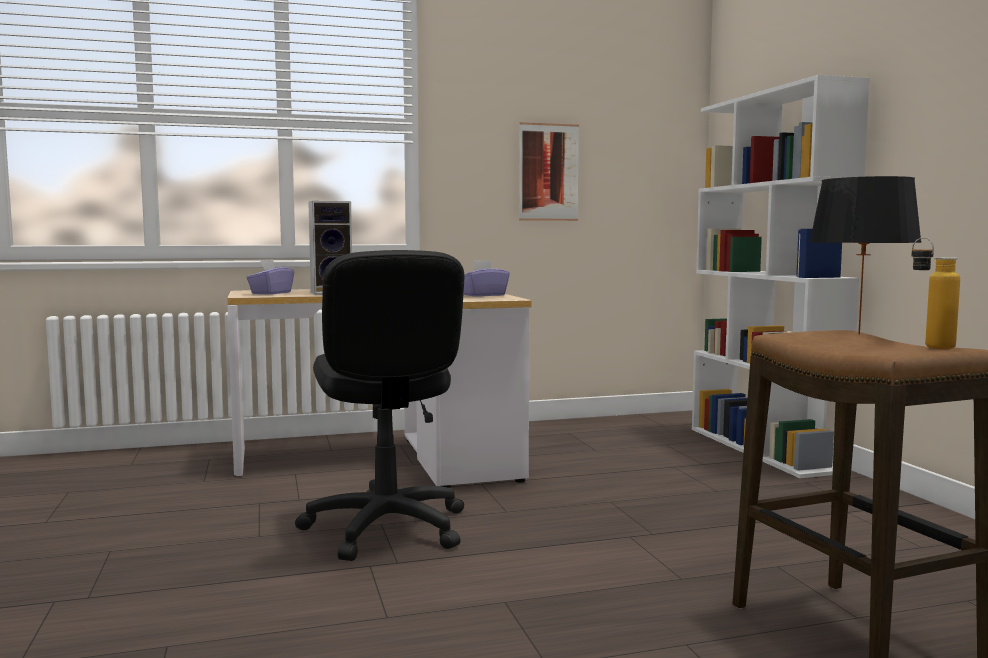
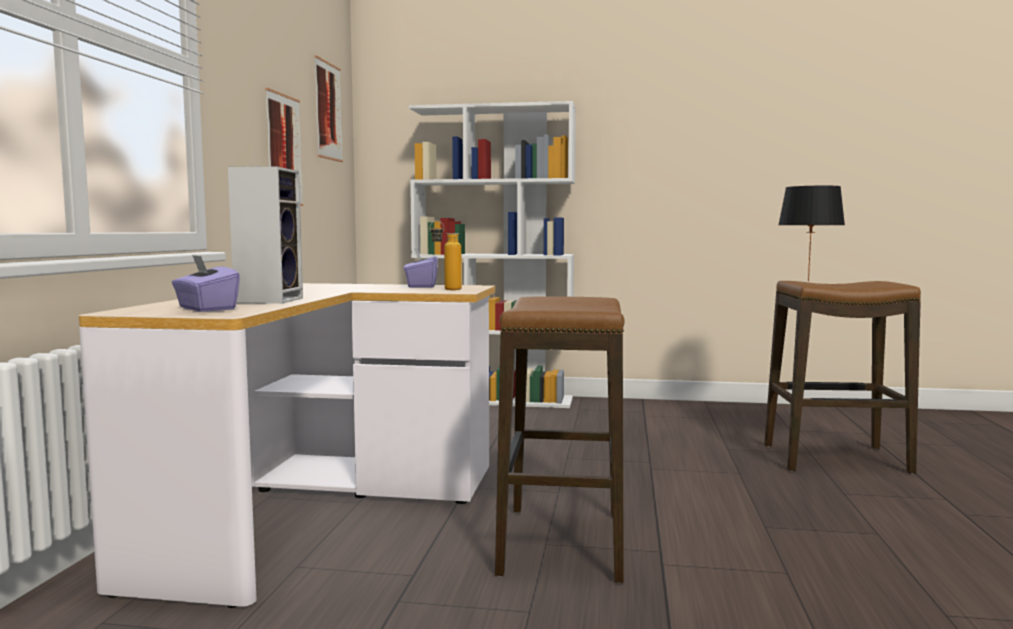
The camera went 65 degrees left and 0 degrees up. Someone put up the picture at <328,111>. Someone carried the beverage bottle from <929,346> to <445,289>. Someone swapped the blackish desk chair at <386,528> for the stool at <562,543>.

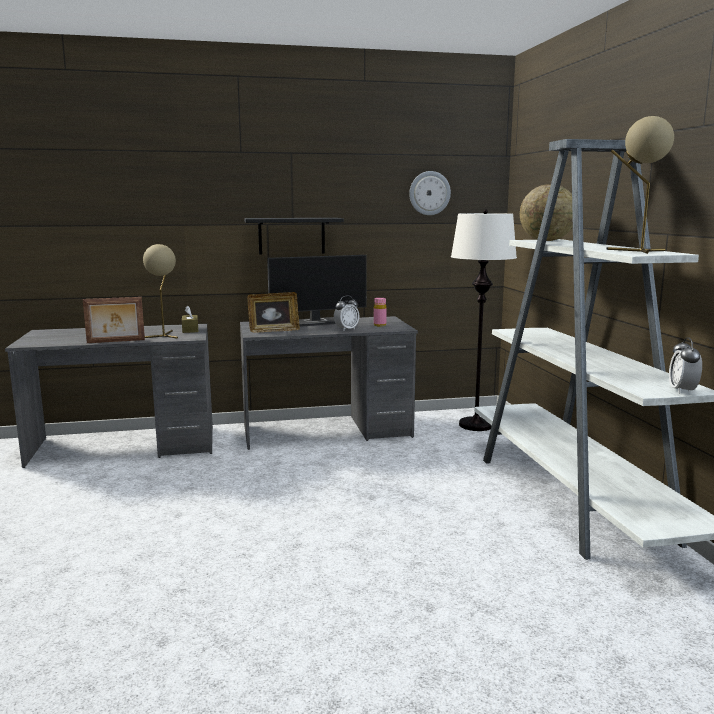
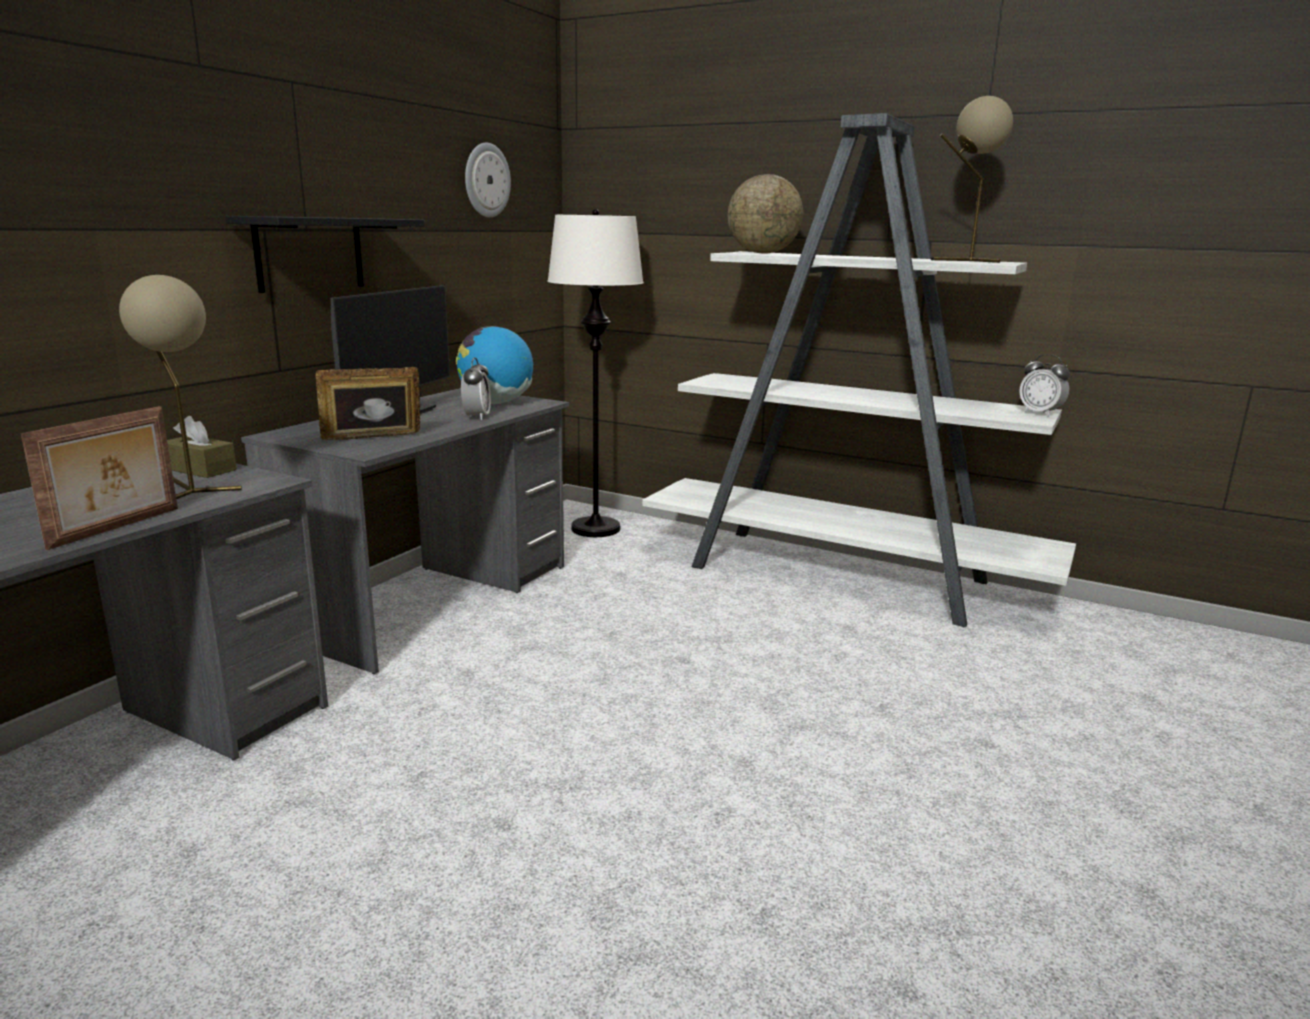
The camera went 50 degrees left and 5 degrees up. Someone swapped the pink beverage bottle at <380,325> for the globe at <496,403>. Someone rotated the picture frame at <274,330> by 135 degrees counterclockwise.

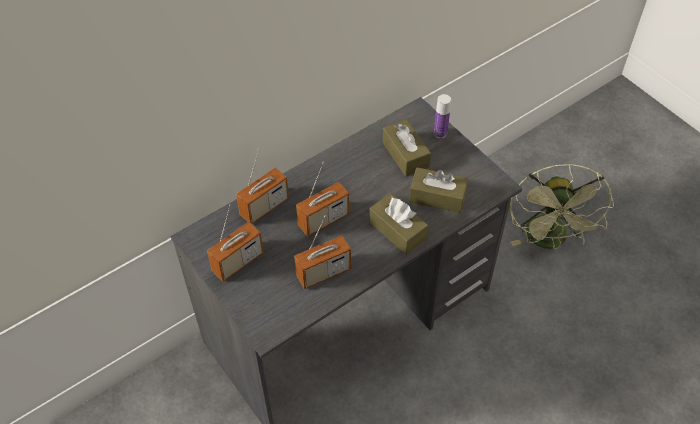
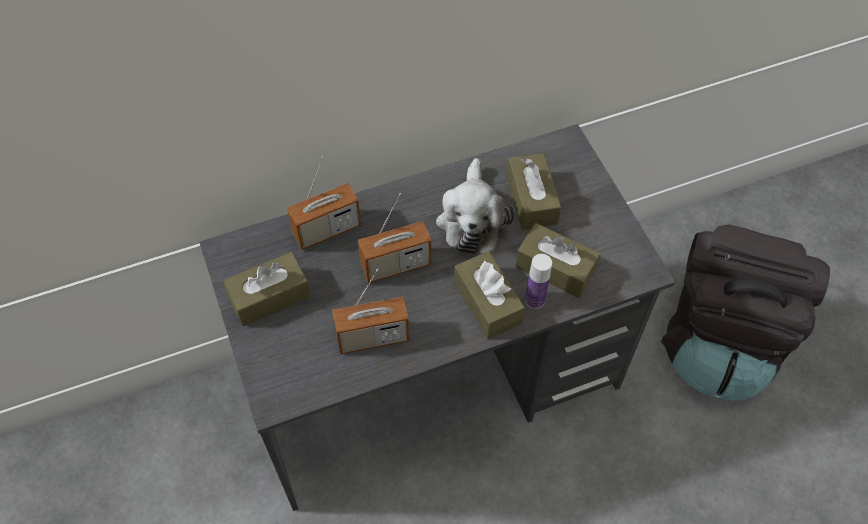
The camera went 15 degrees right and 5 degrees up. Someone put down the cuddly toy at <472,219>. Someone carried the beverage bottle from <440,133> to <534,300>. Someone swapped the radio at <238,262> for the brownish tissue box at <270,296>. Someone swapped the green-coloured cooling fan at <549,241> for the blackish rucksack at <719,342>.

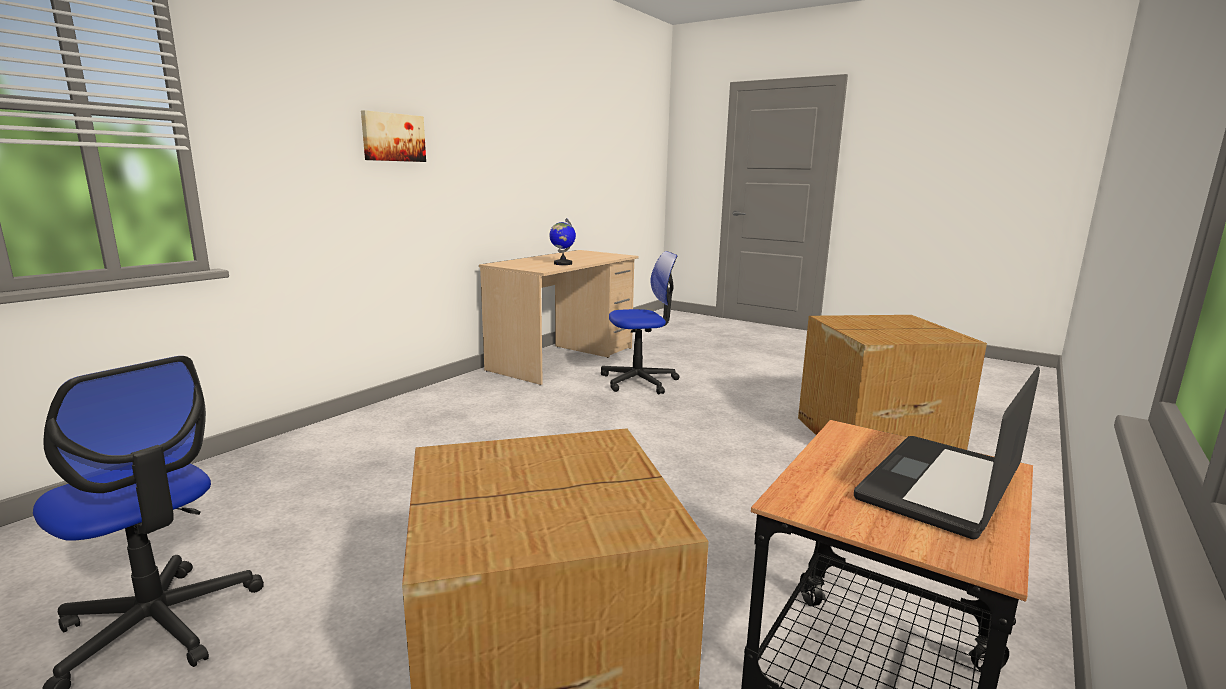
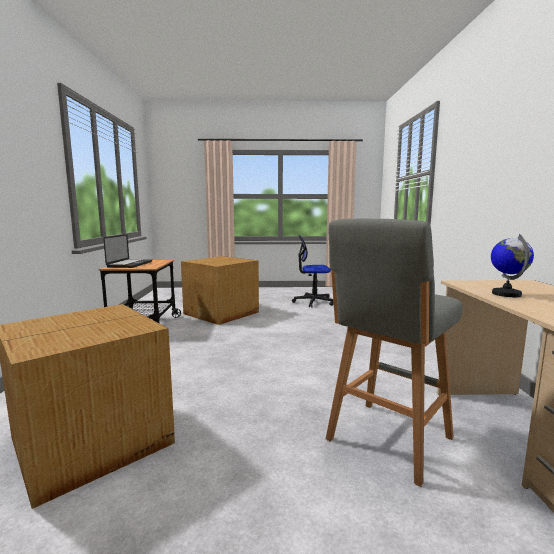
The camera went 145 degrees right and 5 degrees down. Someone took away the picture at <393,137>. Someone swapped the desk chair at <639,381> for the gray stool at <387,440>.

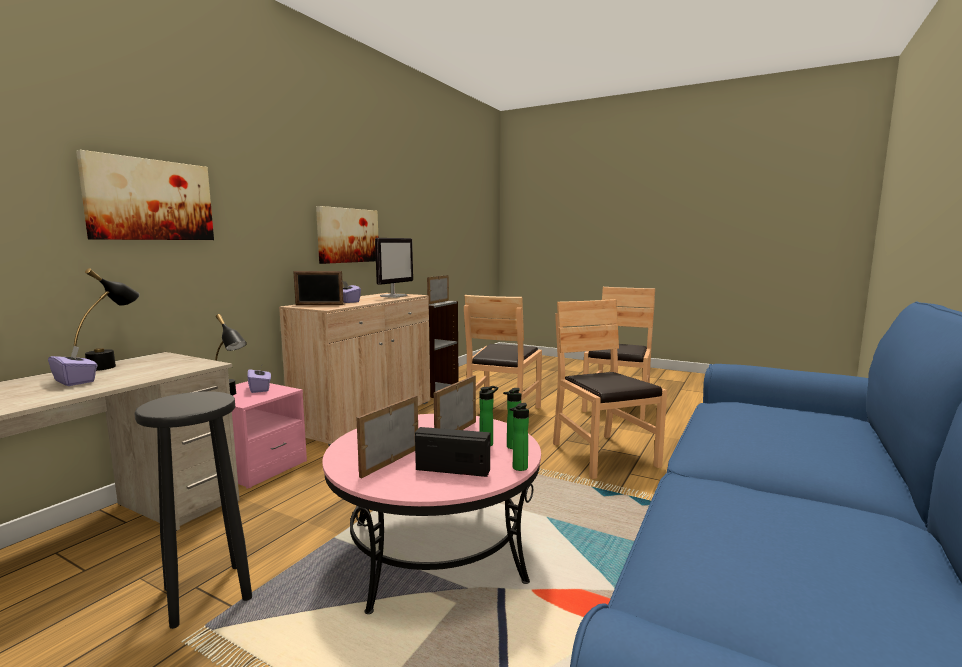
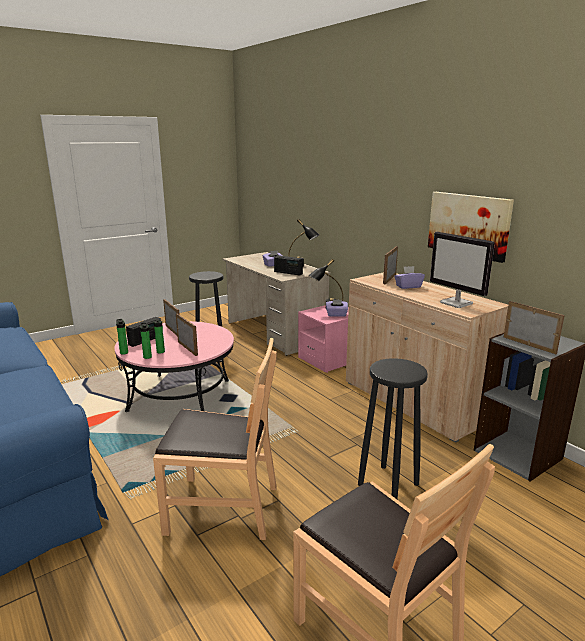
The camera went 115 degrees right and 10 degrees up. Someone took away the picture at <150,200>. Someone put down the radio at <288,273>. Someone swapped the brownish chair at <502,414> for the blackish stool at <389,484>.

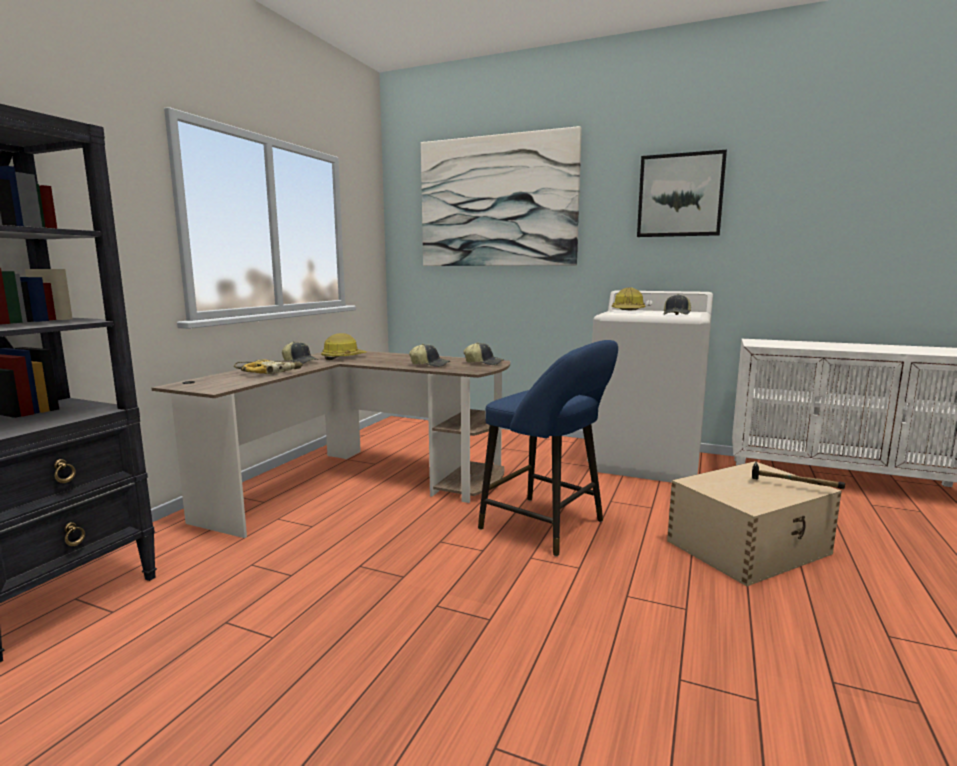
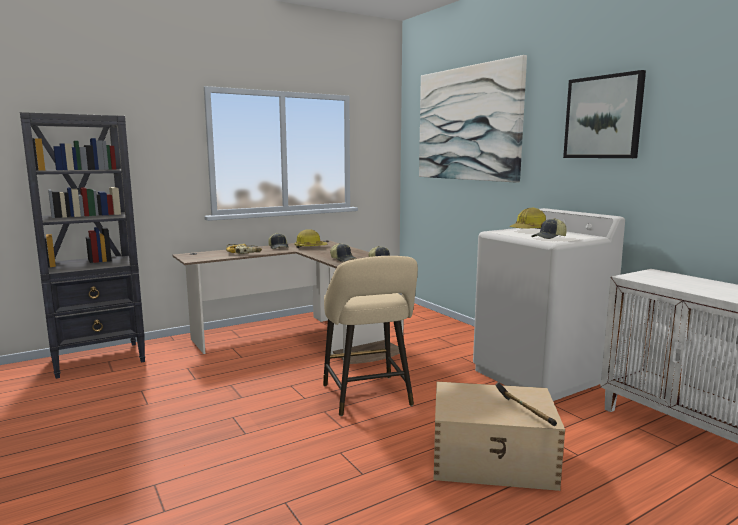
The camera went 35 degrees right and 0 degrees up. Someone repainted the bluish stool at <547,527>, which became the beige stool at <368,398>.

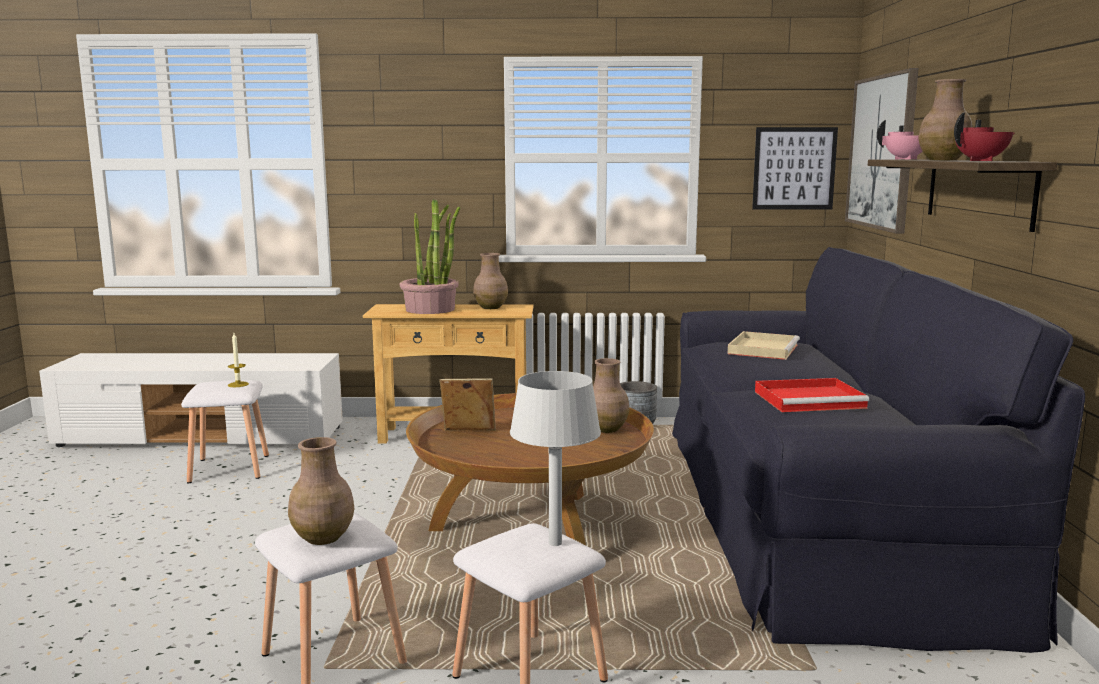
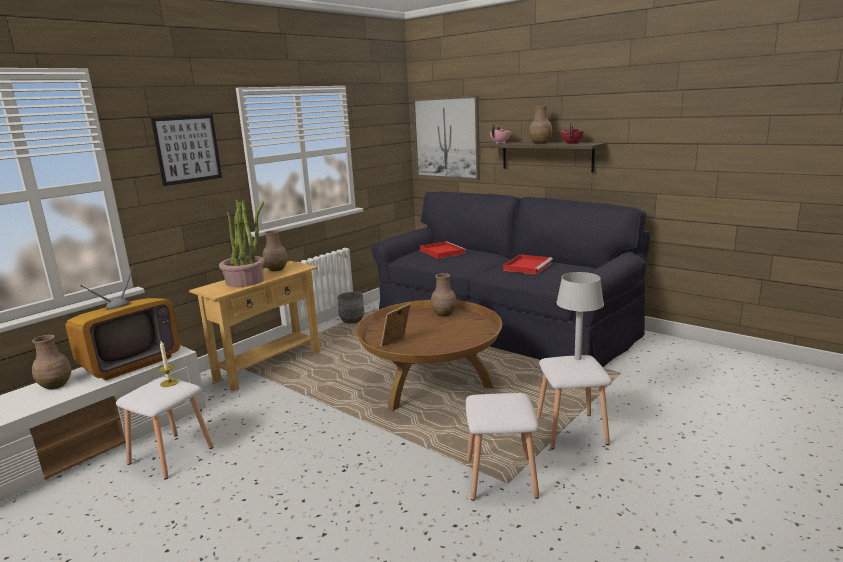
The camera went 50 degrees left and 5 degrees up. Someone put down the TV set at <130,362>. Someone carried the brownish decorative vase from <323,538> to <56,385>. Someone carried the picture from <794,168> to <187,149>. Someone repainted the beige tray at <763,349>, which became the red-coloured tray at <441,252>.

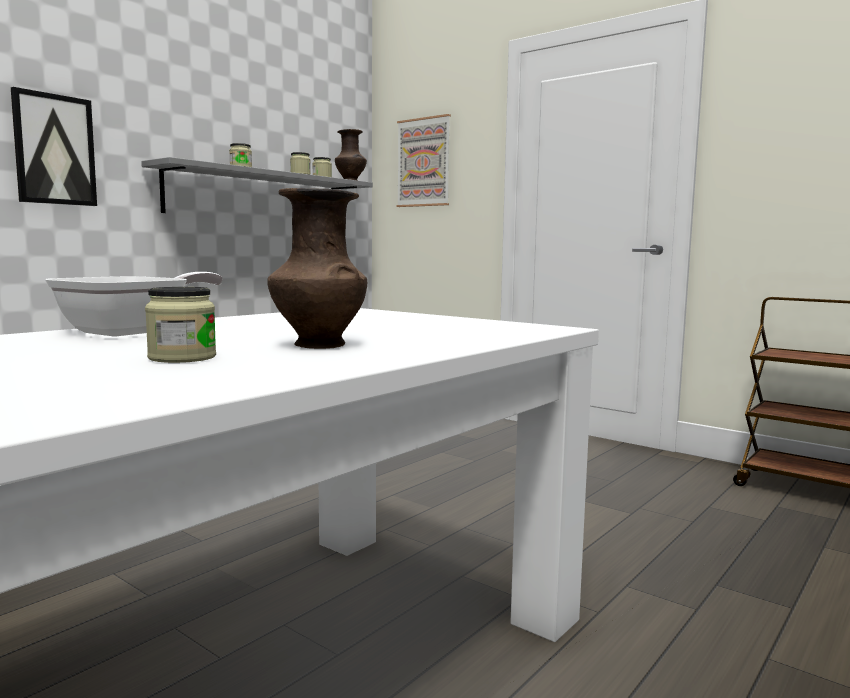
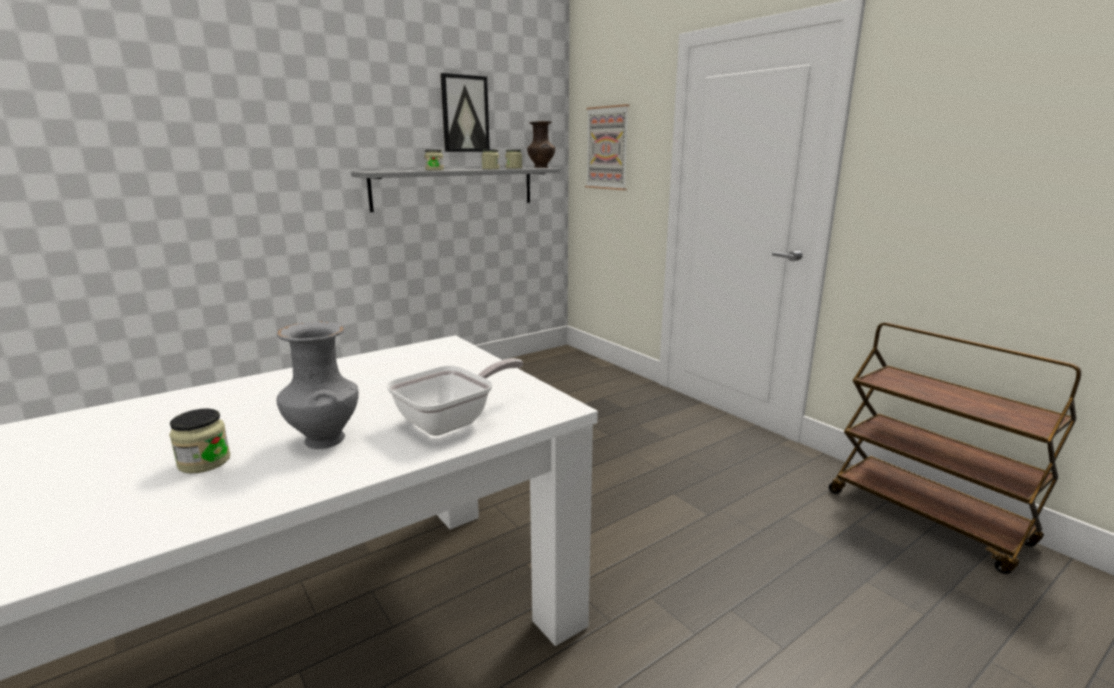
The camera went 15 degrees right and 10 degrees up. Someone carried the picture from <54,150> to <465,114>. Someone carried the frying pan from <134,331> to <452,421>. Someone repainted the brownish decorative vase at <317,345>, which became the gray decorative vase at <324,439>.

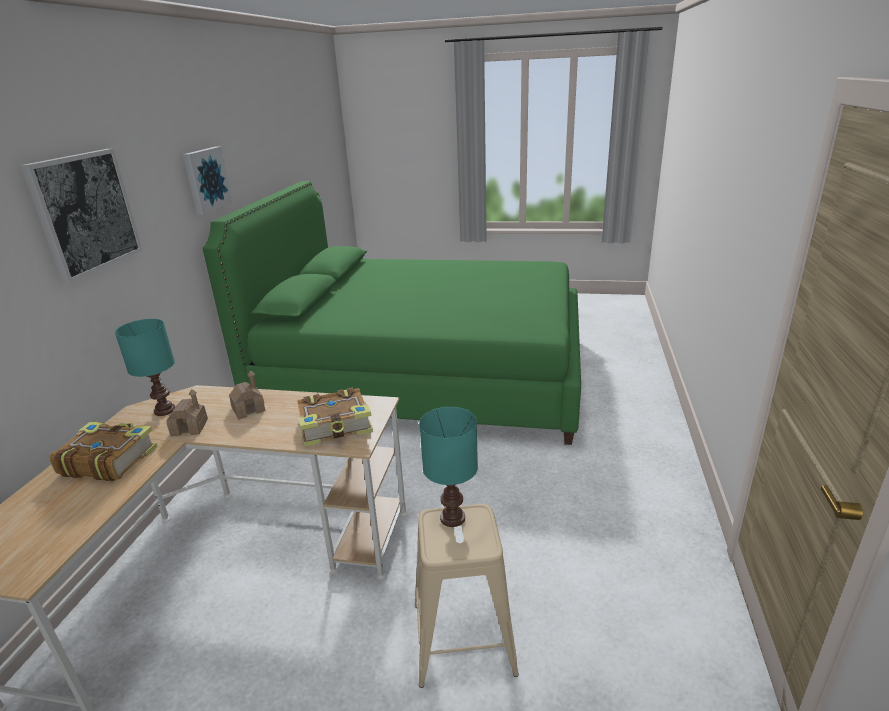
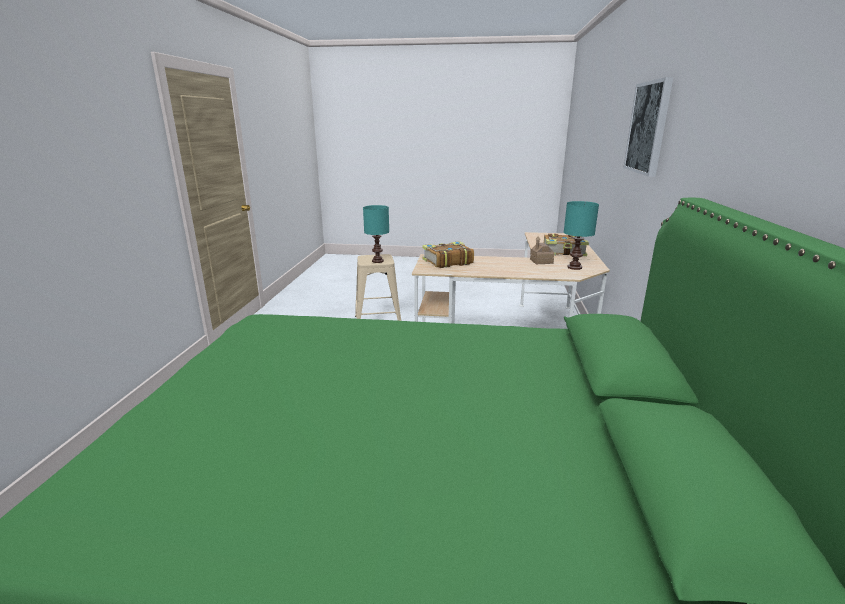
The camera went 175 degrees right and 5 degrees down. Someone took away the picture at <206,179>. Someone took away the model house at <248,409>.

